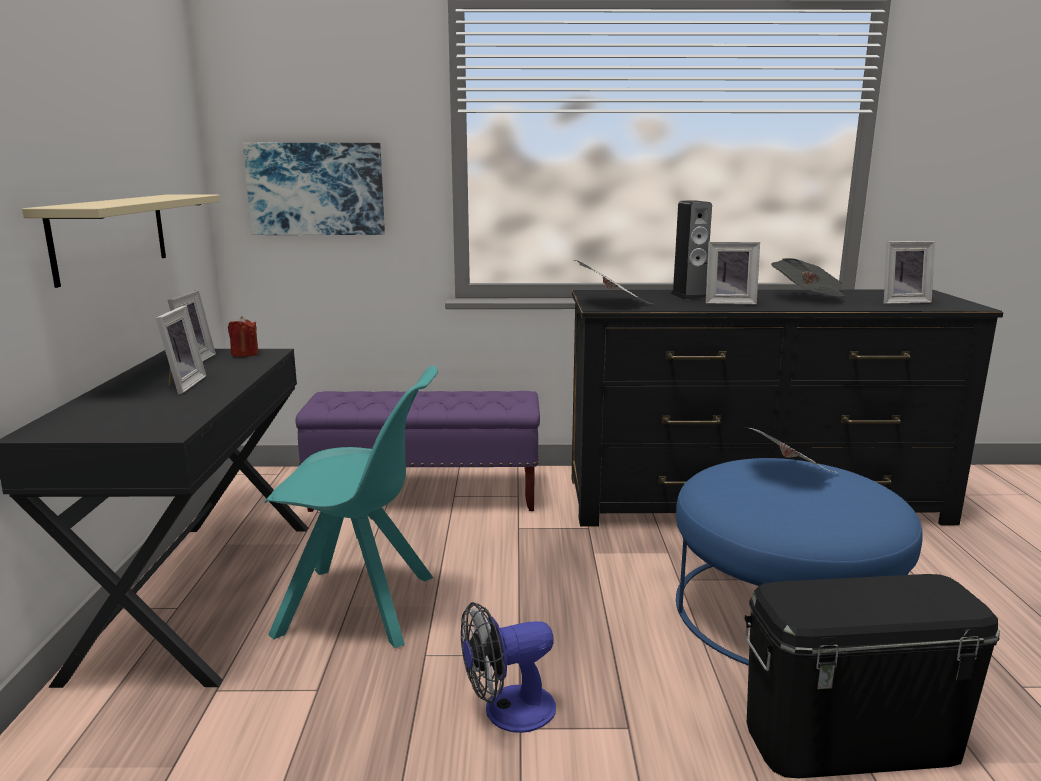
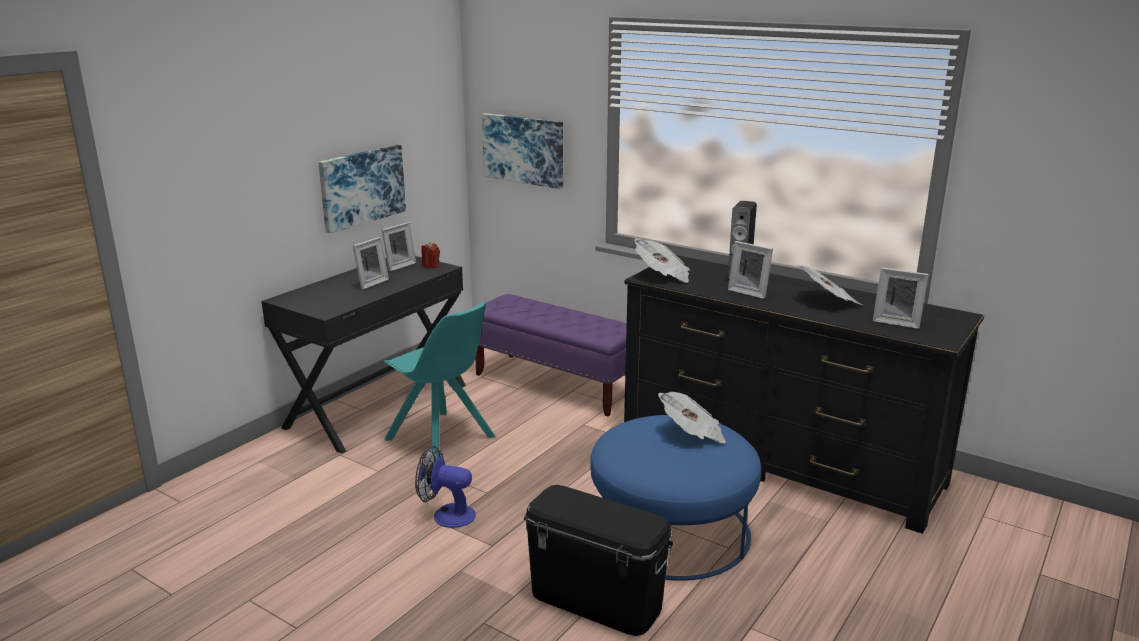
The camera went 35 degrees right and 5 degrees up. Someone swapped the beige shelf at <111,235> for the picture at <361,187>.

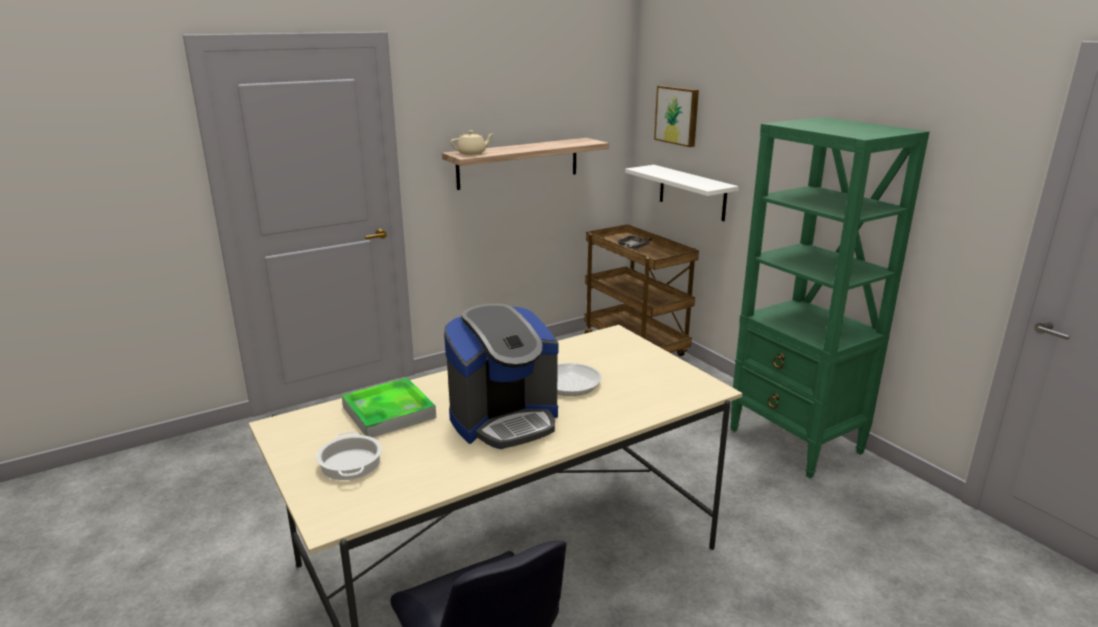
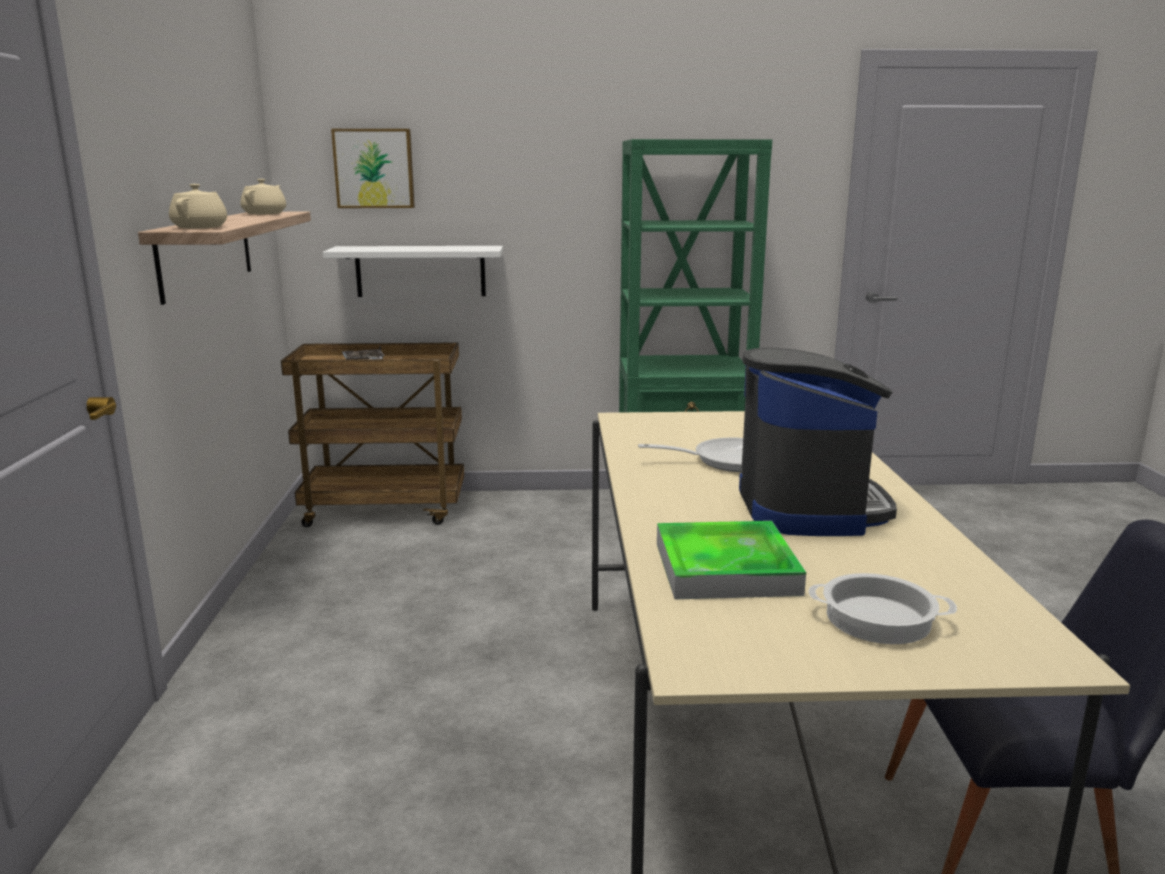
The camera went 60 degrees left and 5 degrees down. Someone put down the beige pot for tea at <265,213>.

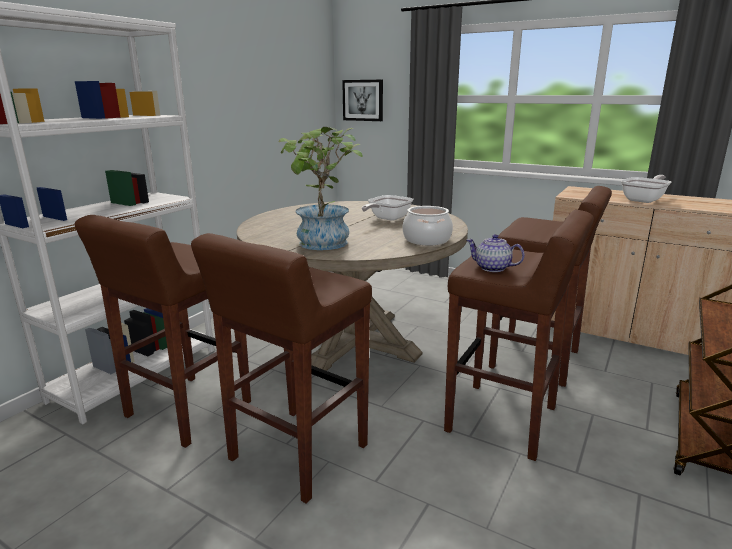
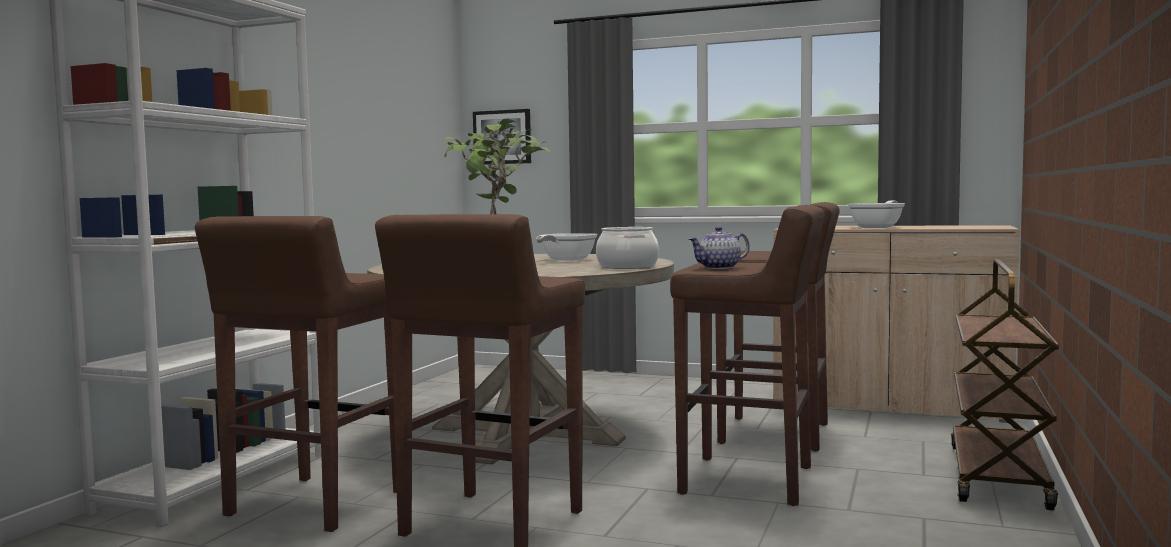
The camera went 10 degrees left and 15 degrees down. Someone rotated the pot for tea at <492,268> by 45 degrees counterclockwise.

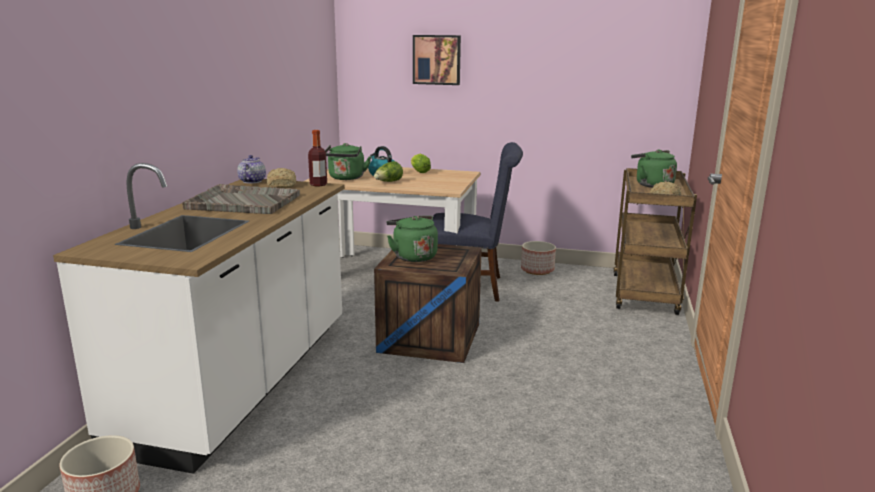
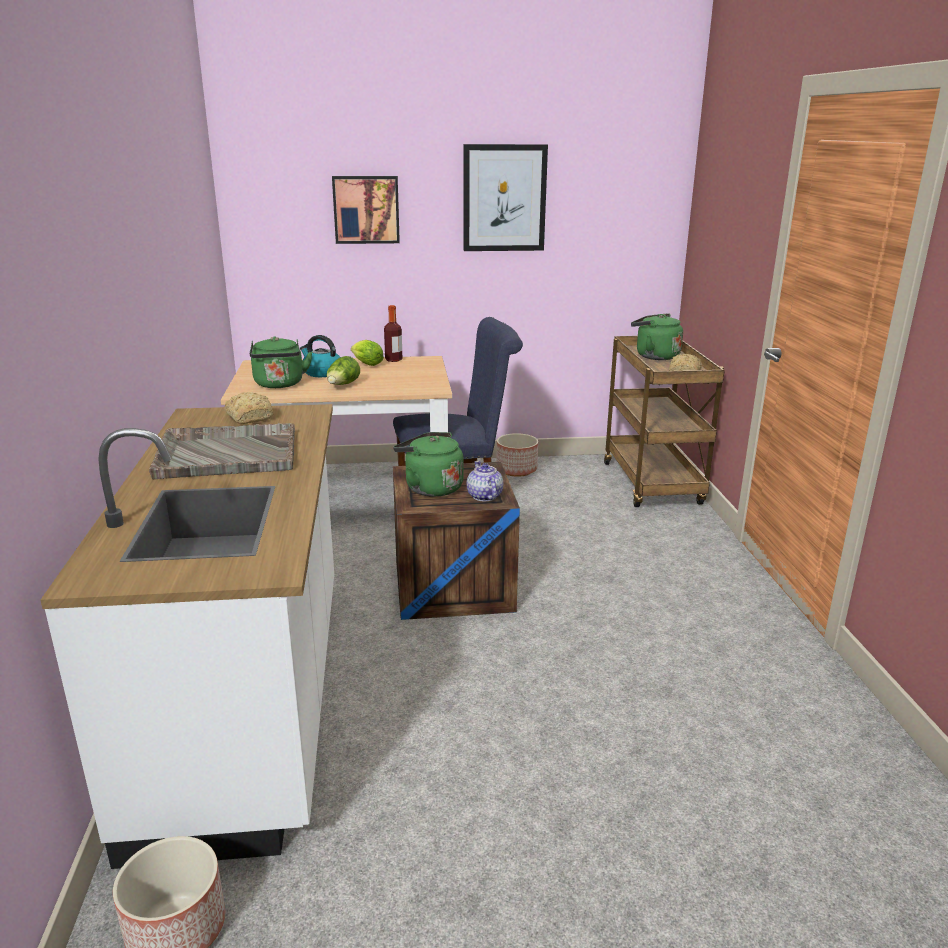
The camera went 20 degrees left and 5 degrees up. Someone put up the picture at <504,198>. Someone carried the pot for tea from <252,181> to <484,496>. Someone carried the beverage bottle from <318,184> to <393,360>.

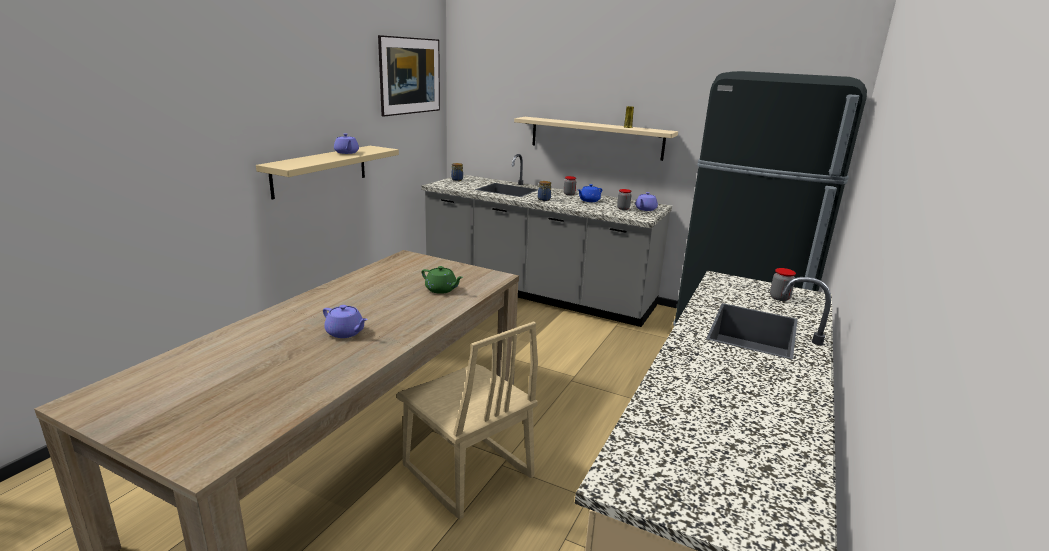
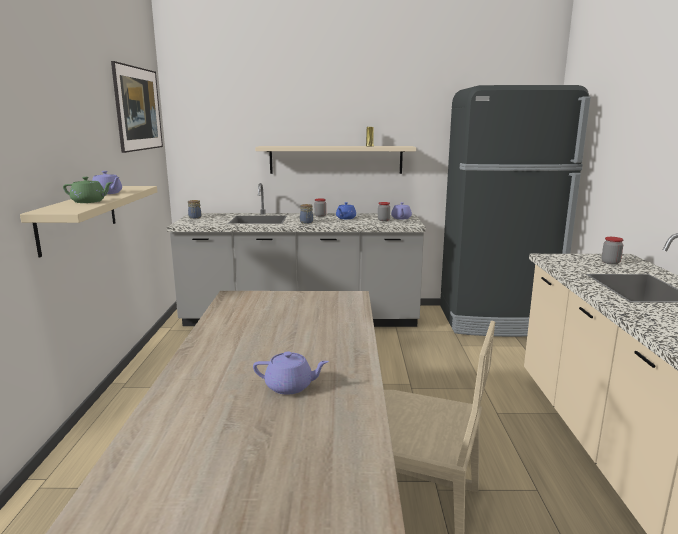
The camera went 25 degrees left and 5 degrees down. Someone carried the green-coloured pot for tea from <441,290> to <89,202>.

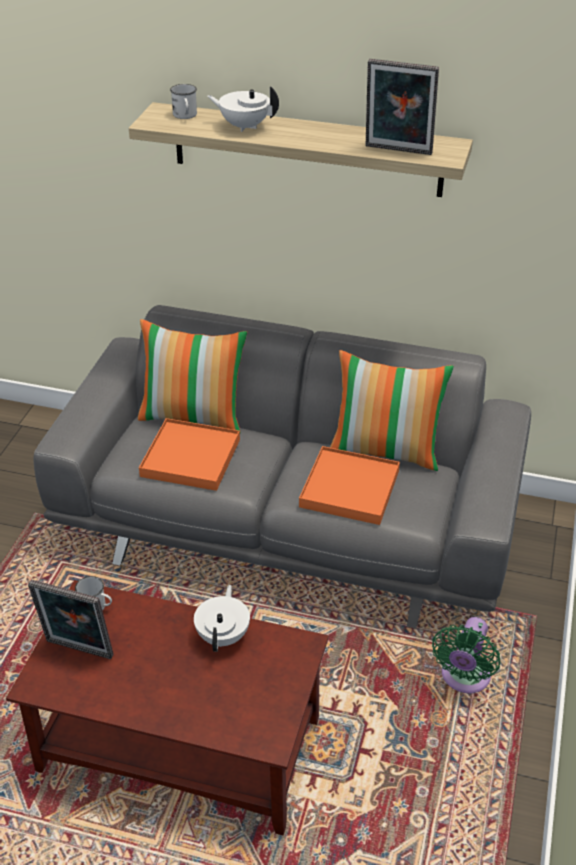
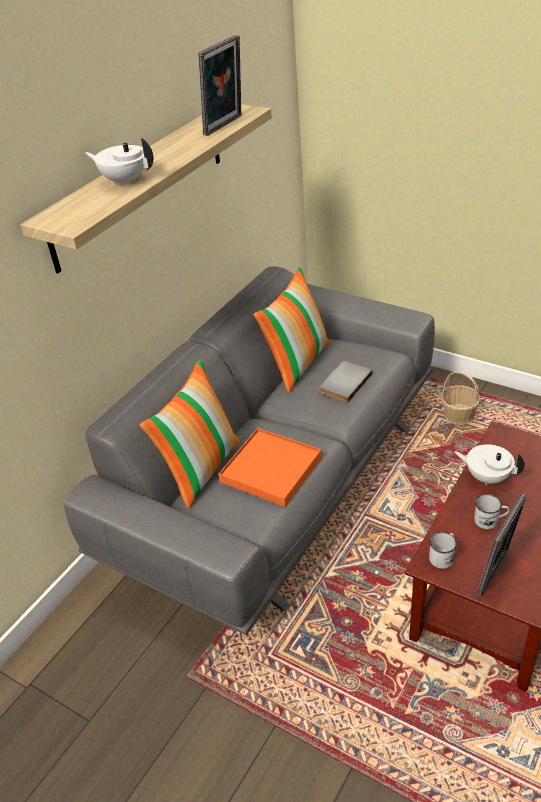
The camera went 70 degrees left and 0 degrees up. Someone carried the white-coloured coffee mug from <185,116> to <490,520>. Someone swapped the orange tray at <350,488> for the gray volume at <343,382>. Someone swapped the green-coloured cooling fan at <463,679> for the basket at <458,415>. Someone rotated the white-coloured pot for tea at <244,126> by 75 degrees clockwise.

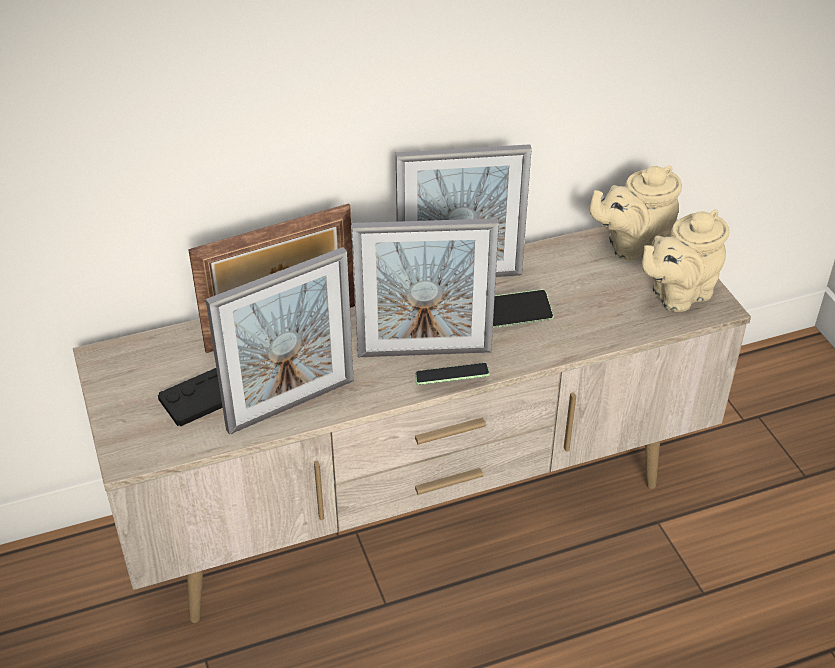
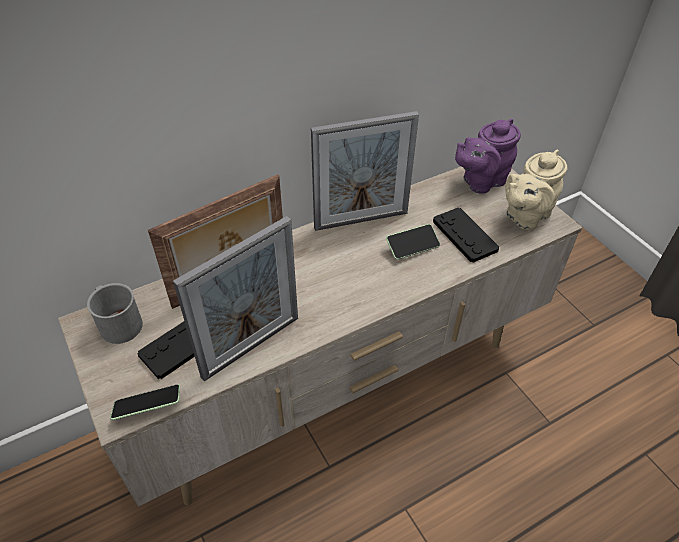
The camera went 10 degrees left and 5 degrees up. Someone took away the picture frame at <424,352>. Someone put down the gray coffee mug at <118,322>. Someone put down the blackish joypad at <464,235>. Someone carried the handset from <452,381> to <148,407>. Someone repainted the beige pot for tea at <632,246>, which became the purplish pot for tea at <481,181>.

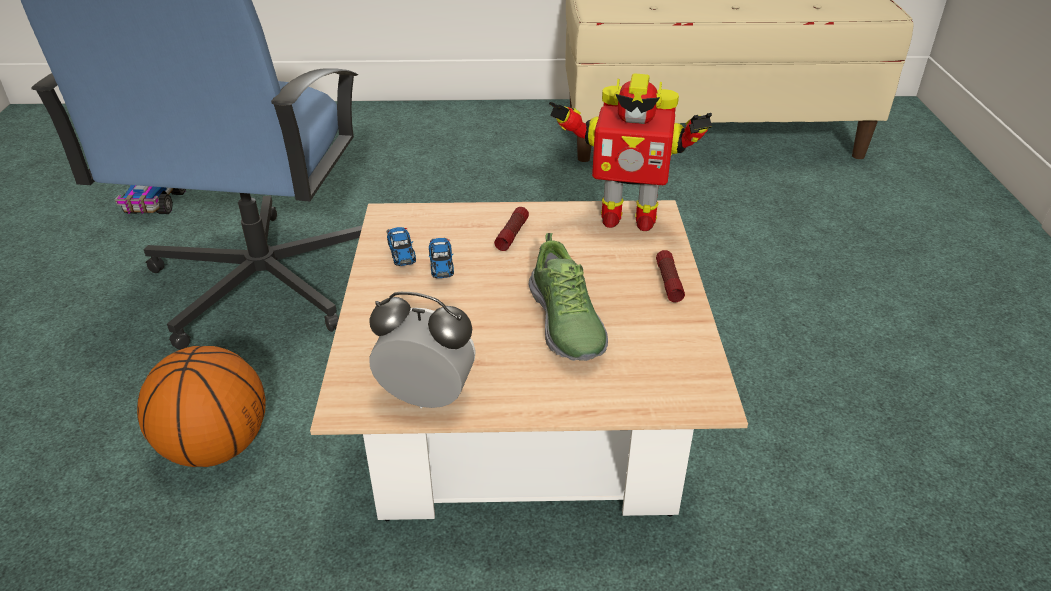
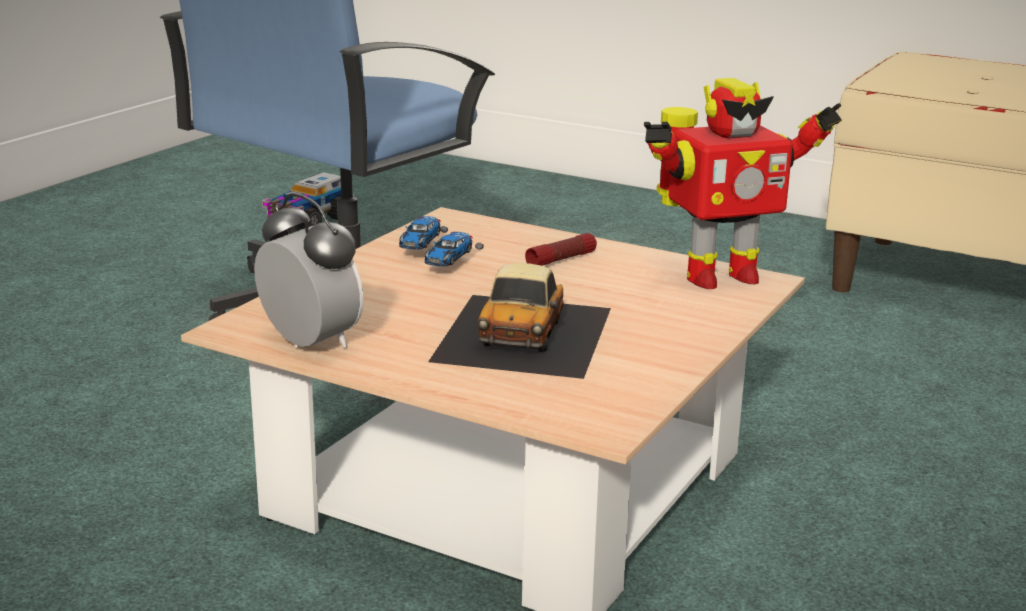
The camera went 30 degrees right and 15 degrees down. Someone took away the basketball ball at <216,447>. Someone took away the flashlight at <668,282>. Someone swapped the low shoe at <565,323> for the model car at <525,333>. Someone rotated the model robot at <626,218> by 60 degrees counterclockwise.

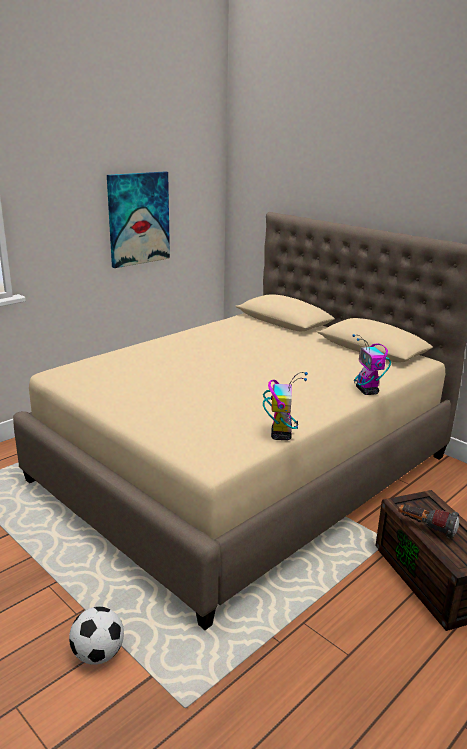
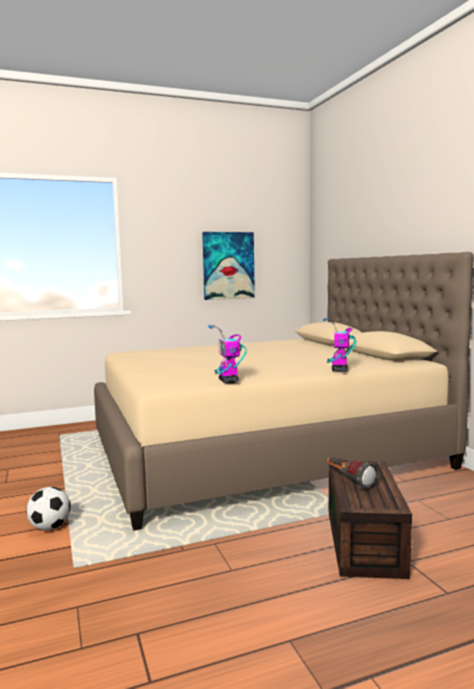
The camera went 25 degrees right and 15 degrees down. Someone rotated the model robot at <281,434> by 135 degrees clockwise.

